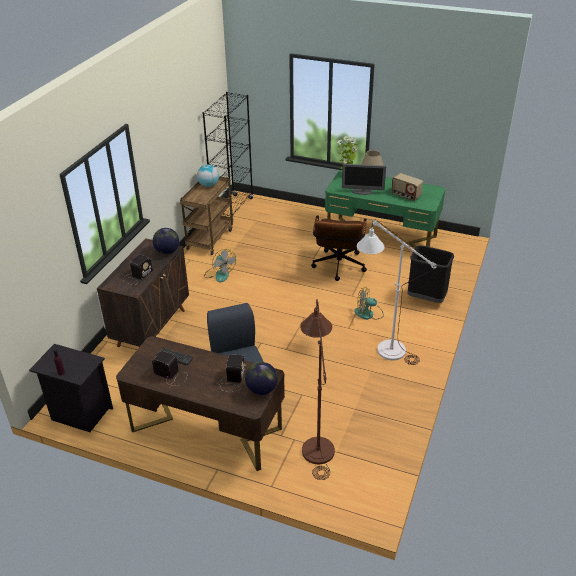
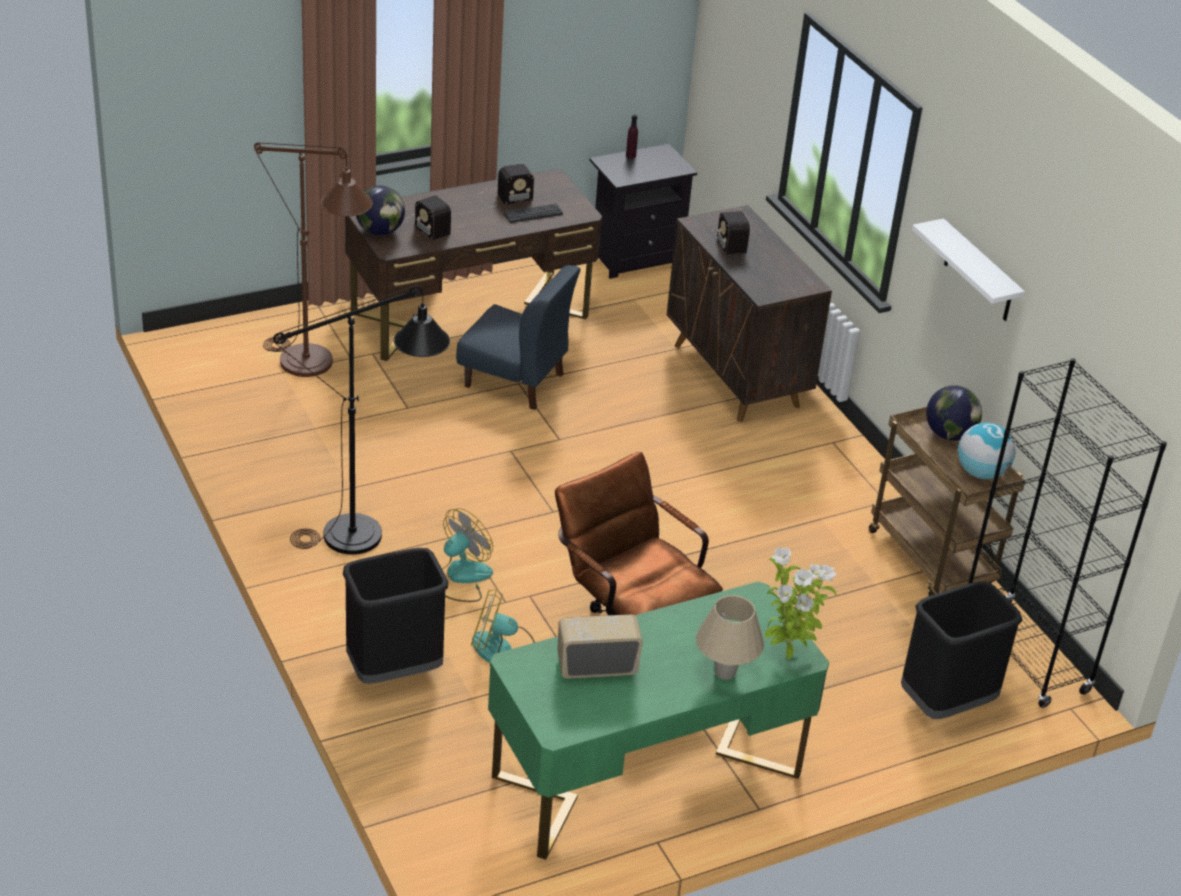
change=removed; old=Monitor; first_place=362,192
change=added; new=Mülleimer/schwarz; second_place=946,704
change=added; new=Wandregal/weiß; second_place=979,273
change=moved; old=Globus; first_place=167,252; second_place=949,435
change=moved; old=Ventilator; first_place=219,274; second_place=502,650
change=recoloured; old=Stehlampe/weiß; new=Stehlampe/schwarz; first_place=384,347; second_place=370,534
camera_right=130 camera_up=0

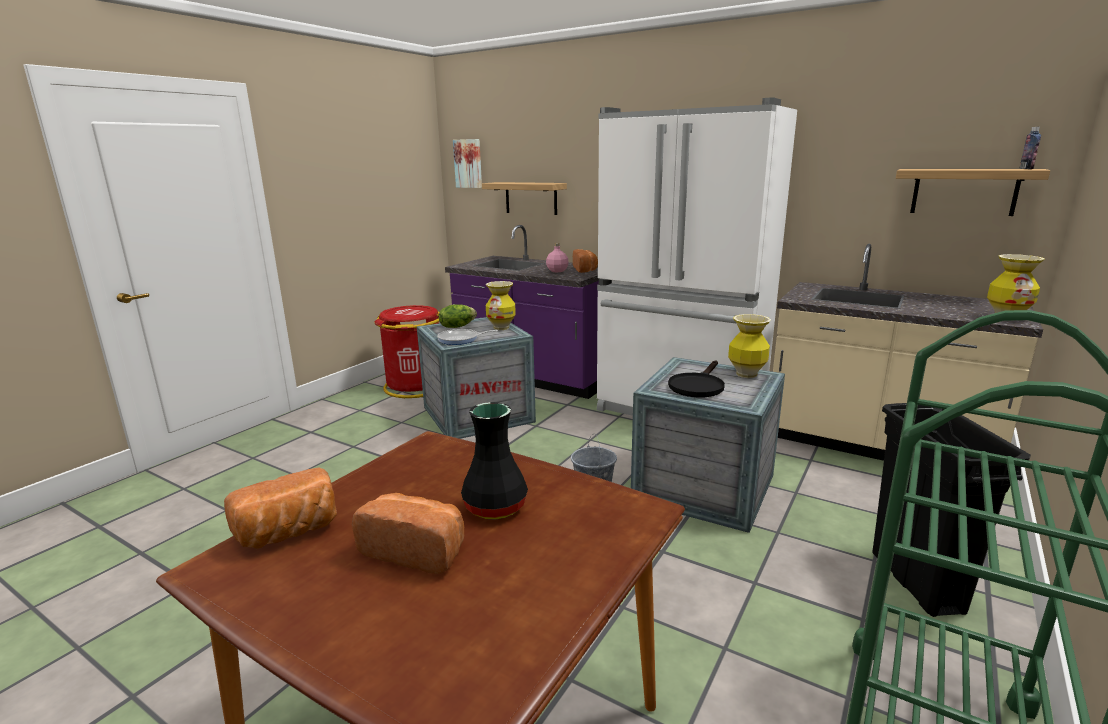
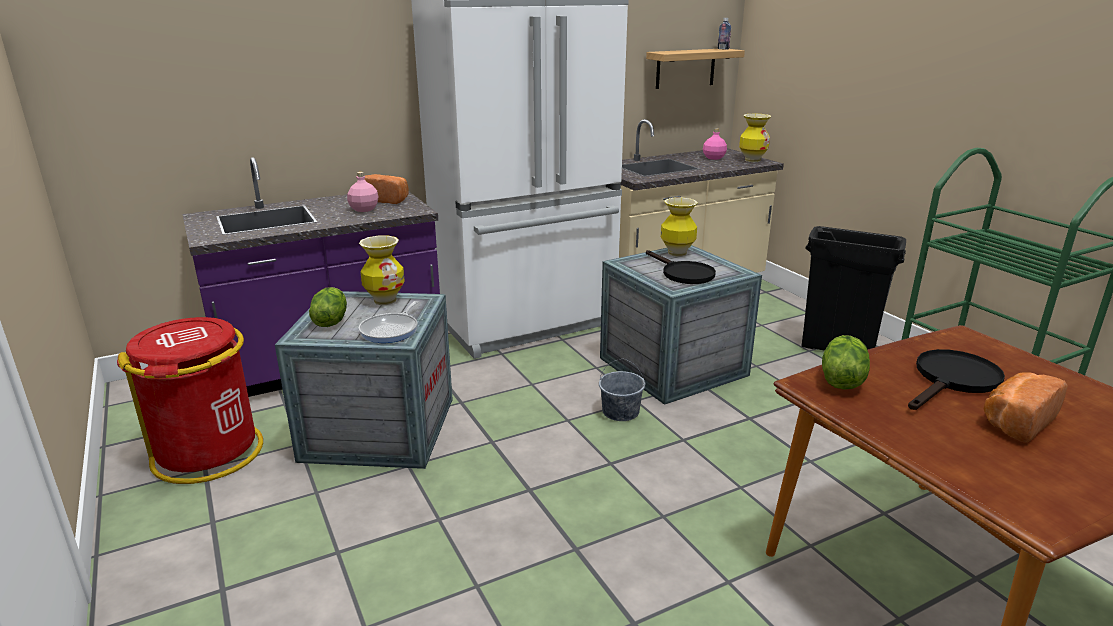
change=removed; old=Brot; first_place=289,533
change=removed; old=Bild; first_place=468,163
change=removed; old=Wandregal; first_place=531,198
change=added; new=Flasche/rosa; second_place=713,158
change=added; new=Salatkopf; second_place=840,380
change=replaced; old=Vase/schwarz; new=Pfanne/schwarz; first_place=496,508; second_place=953,381
camera_right=-60 camera_up=5

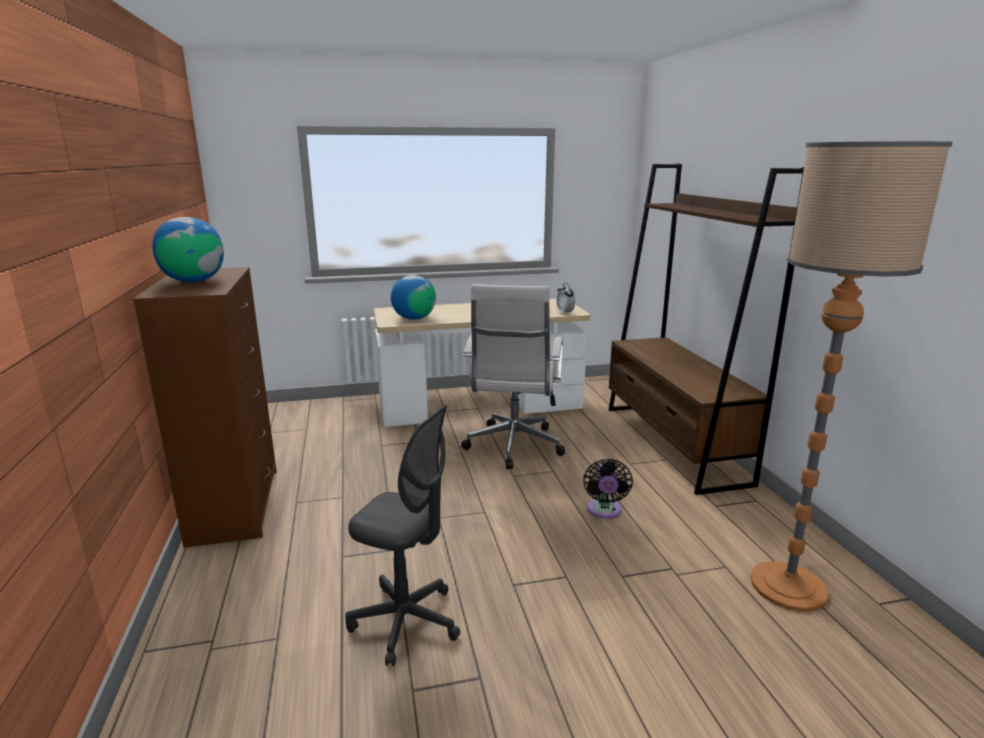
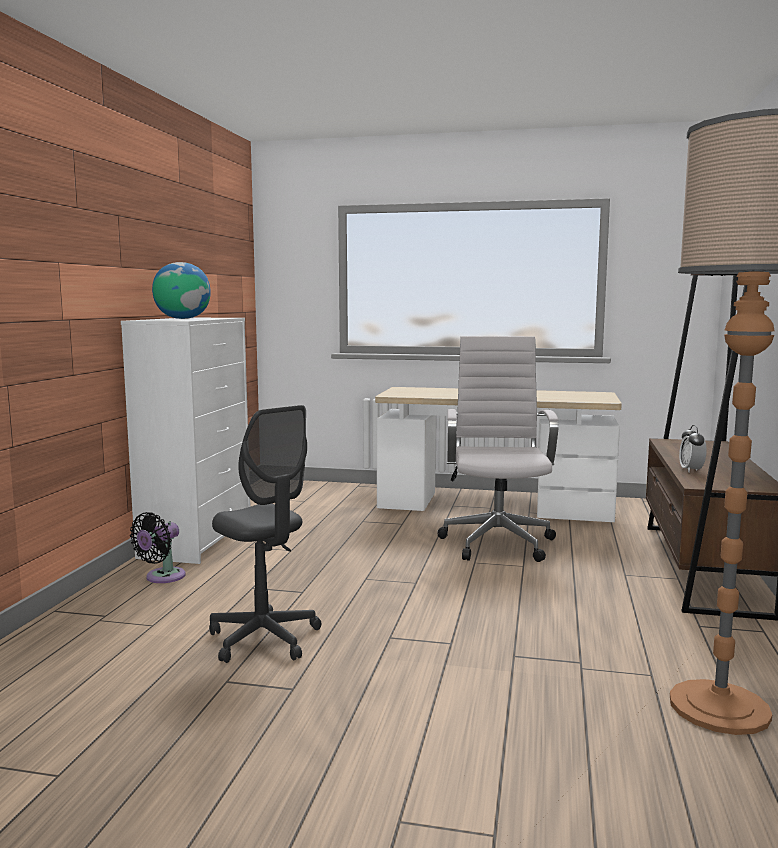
change=removed; old=Globus; first_place=414,318
change=moved; old=Wecker; first_place=565,313; second_place=691,470
change=moved; old=Ventilator/schwarz; first_place=604,511; second_place=162,577
change=recoloured; old=Kommode/braun; new=Kommode/weiß; first_place=235,505; second_place=197,540
change=turned; old=Bürostuhl/weiß; first_place=513,447; second_place=497,542; degrees=150
camera_right=25 camera_up=-10

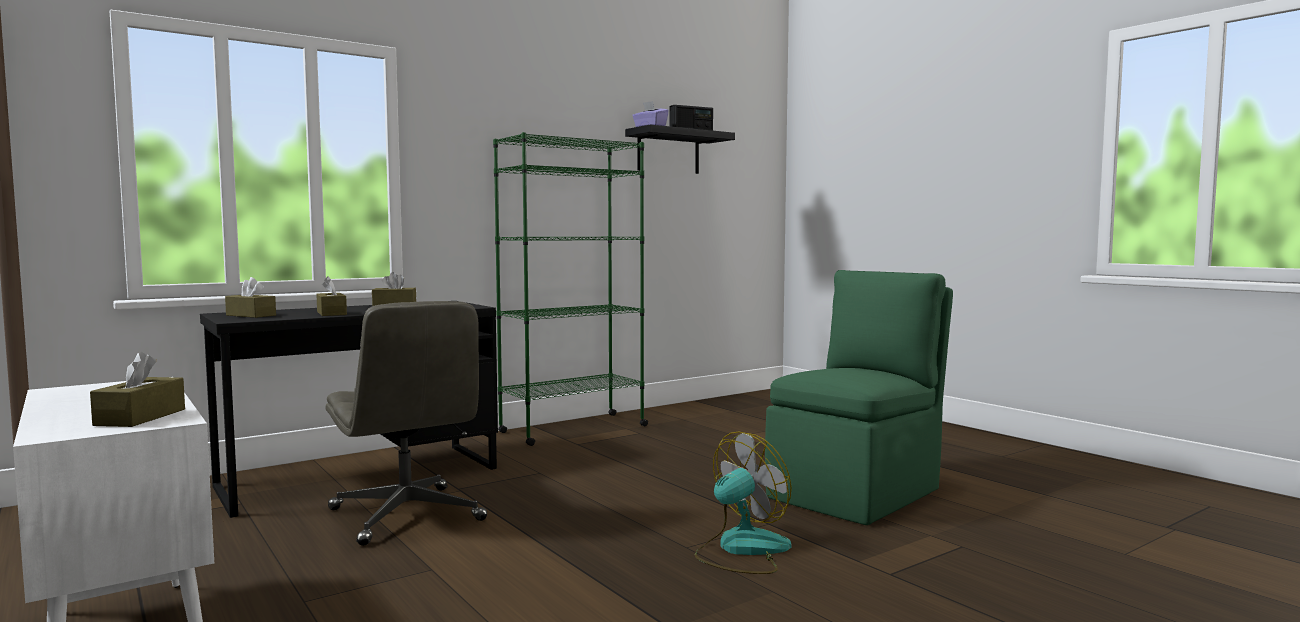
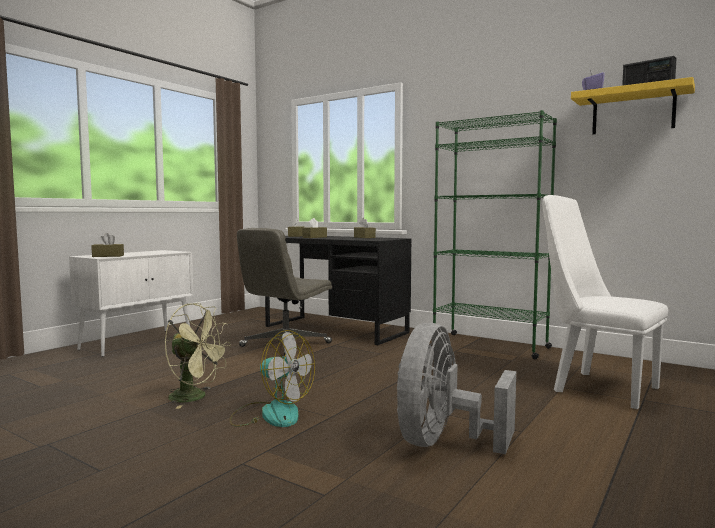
change=added; new=Ventilator/grün; second_place=195,397
change=added; new=Stuhl/weiß; second_place=596,387
change=replaced; old=Stuhl/grün; new=Ventilator/grau; first_place=857,493; second_place=443,442
change=recoloured; old=Wandregal/schwarz; new=Wandregal/gelb; first_place=668,152; second_place=633,112
camera_right=70 camera_up=0

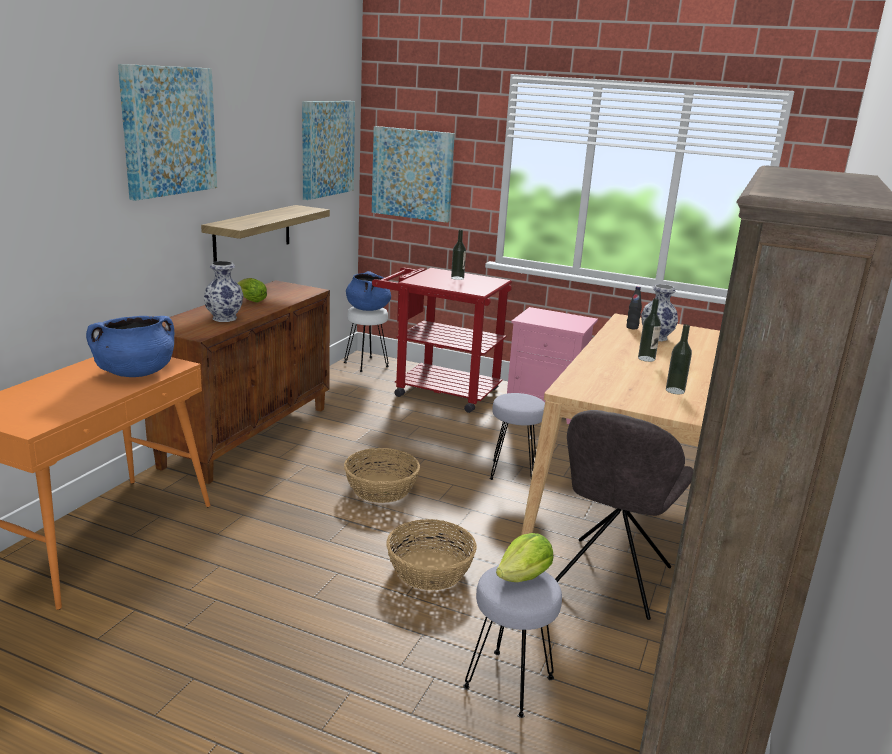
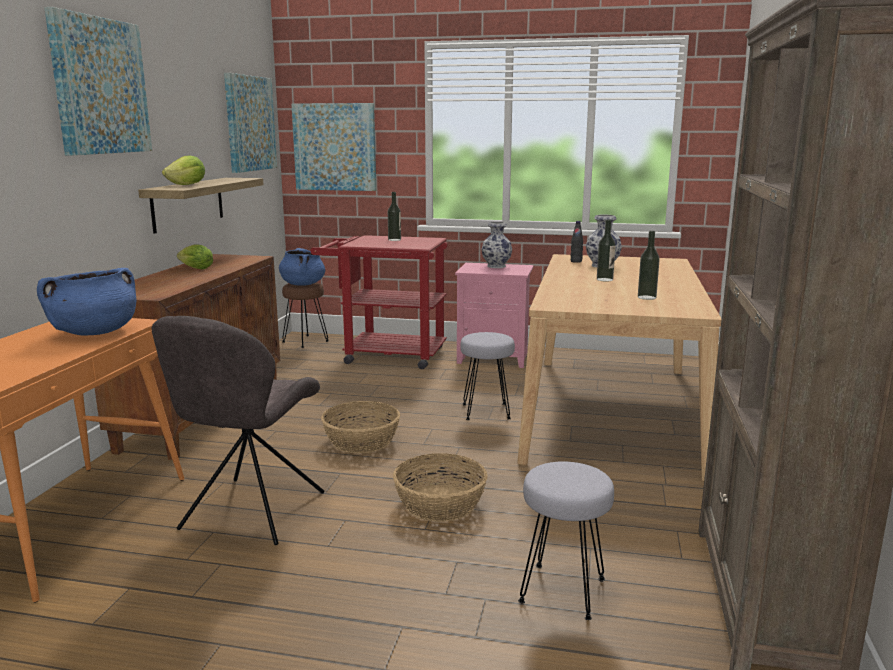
change=moved; old=Vase; first_place=225,318; second_place=496,266
change=moved; old=Salatkopf; first_place=524,577; second_place=187,185
change=moved; old=Stuhl/grau; first_place=609,580; second_place=250,513
change=recoloured; old=Hocker/weiß; new=Hocker/braun; first_place=366,364; second_place=306,341
camera_right=-10 camera_up=-5

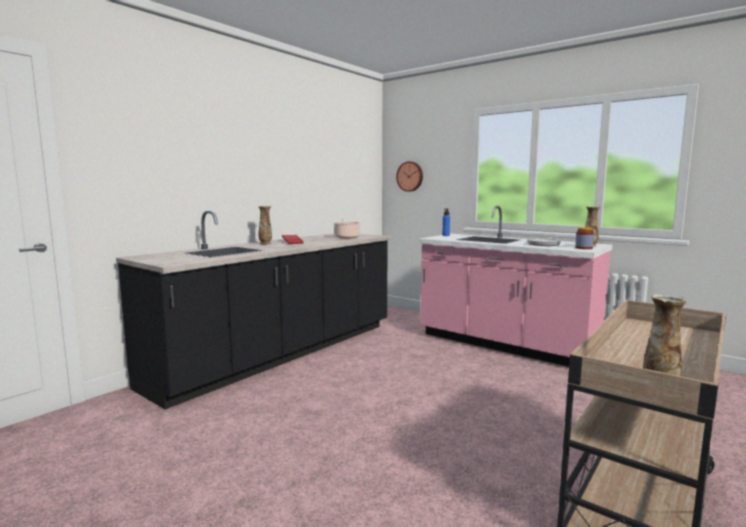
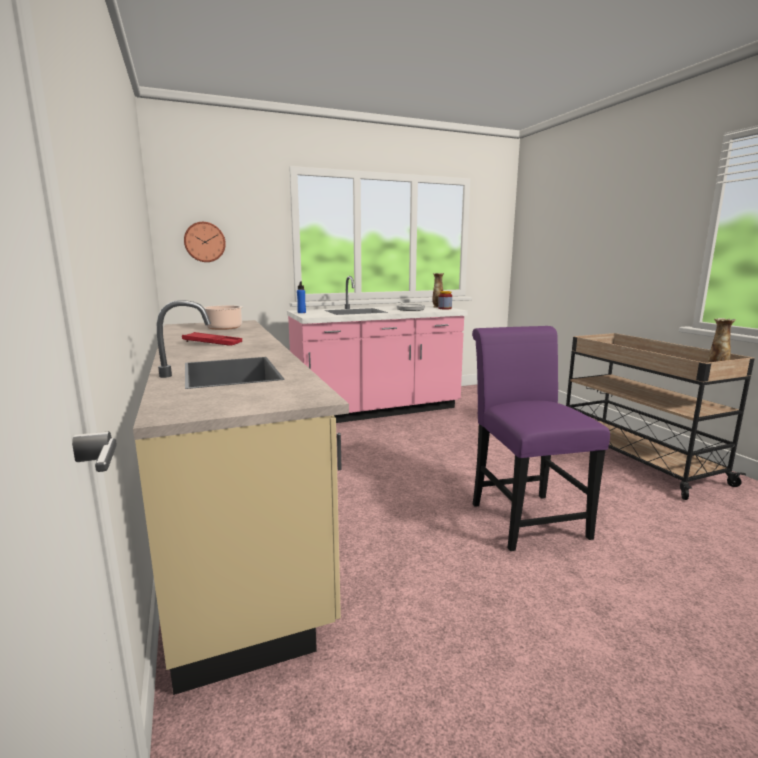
change=removed; old=Vase; first_place=265,243
change=added; new=Stuhl/lila; second_place=524,516
change=recoloured; old=Küchenzeile/schwarz; new=Küchenzeile/beige; first_place=282,353; second_place=236,511
camera_right=-60 camera_up=5

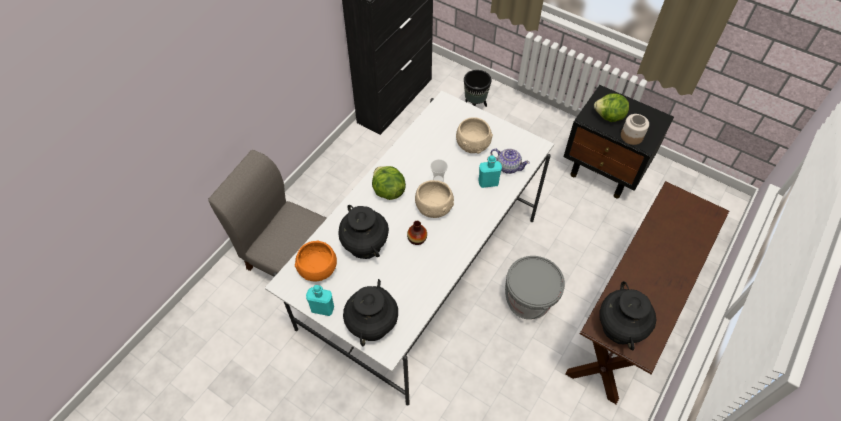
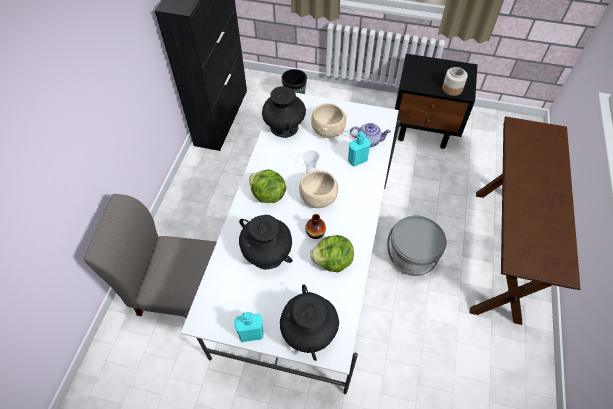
change=removed; old=Schüssel/orange; first_place=318,269
change=moved; old=Salatkopf; first_place=609,117; second_place=333,262
change=moved; old=Vase/schwarz; first_place=620,327; second_place=284,127
camera_right=-20 camera_up=0

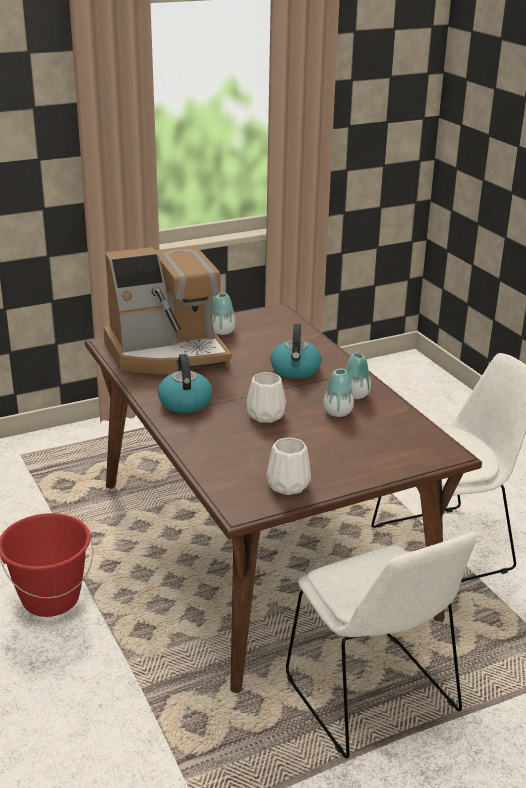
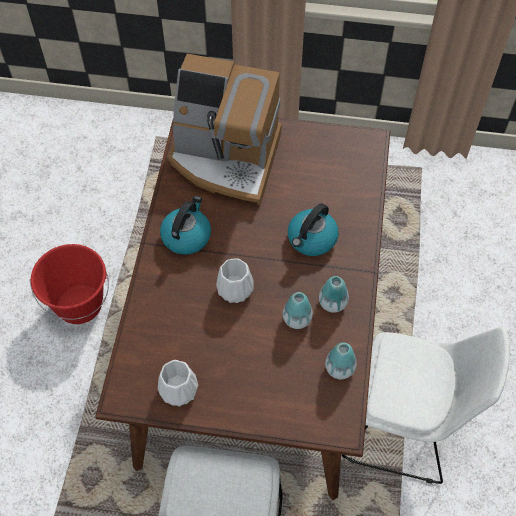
change=moved; old=Vase; first_place=222,331; second_place=339,368
camera_right=35 camera_up=30

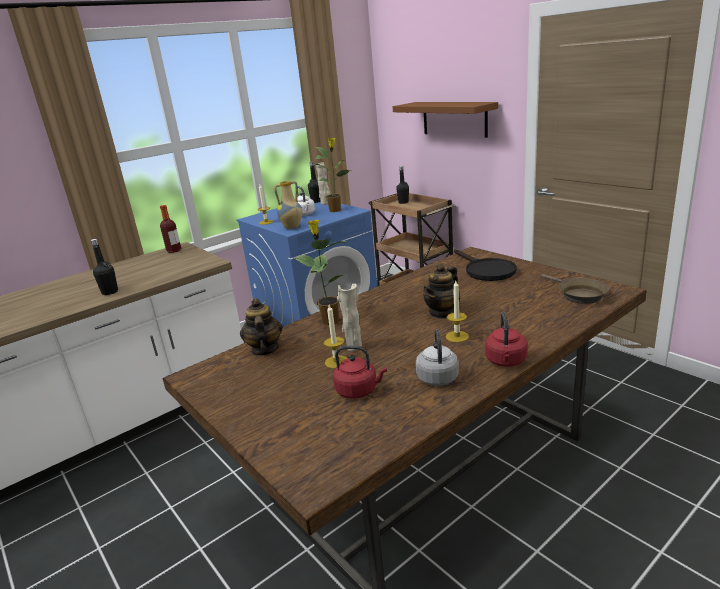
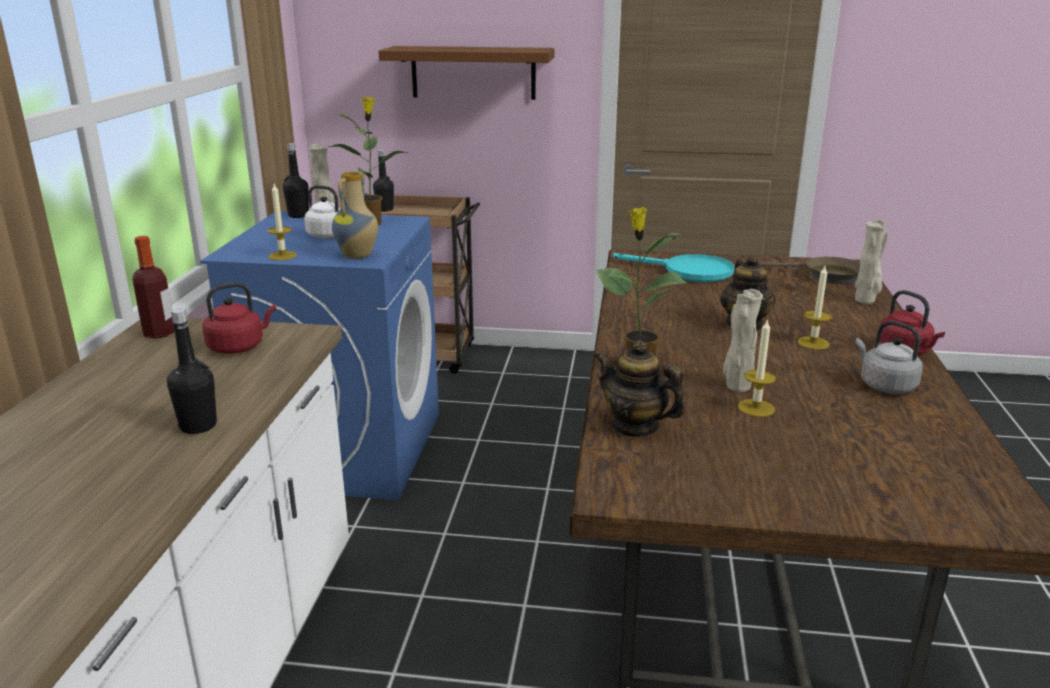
change=added; new=Vase/beige; second_place=865,301
change=moved; old=Wasserkessel/rot; first_place=359,391; second_place=239,347
change=recoloured; old=Pfanne/schwarz; new=Pfanne/türkis; first_place=485,270; second_place=688,271
camera_right=-45 camera_up=0

